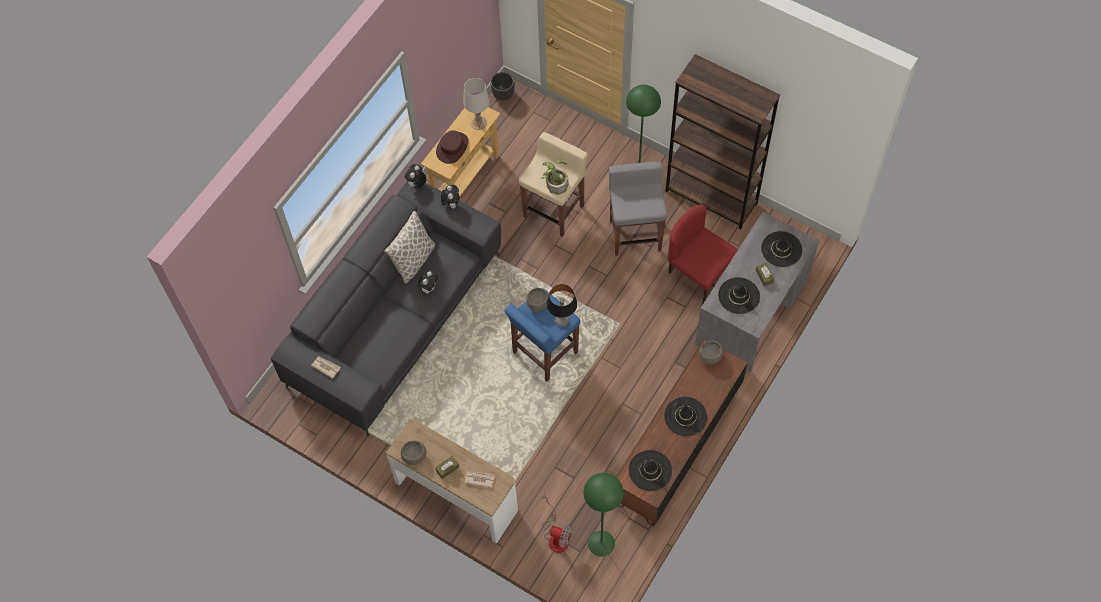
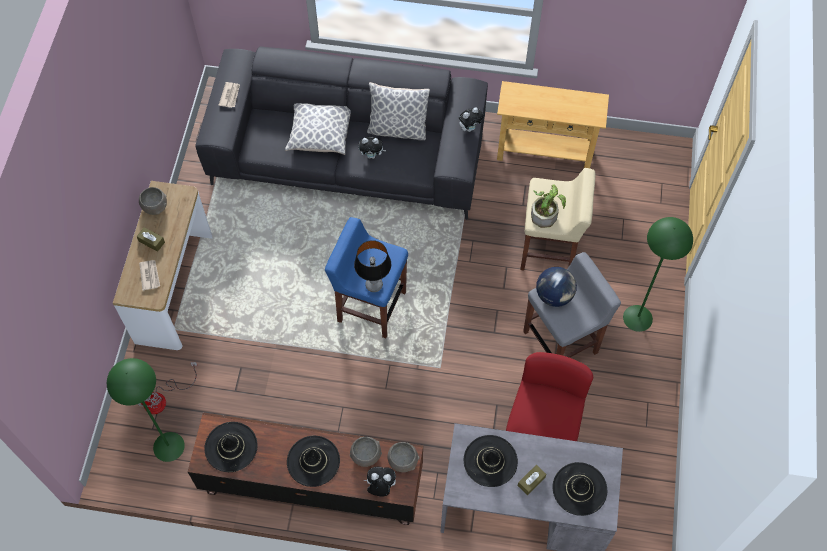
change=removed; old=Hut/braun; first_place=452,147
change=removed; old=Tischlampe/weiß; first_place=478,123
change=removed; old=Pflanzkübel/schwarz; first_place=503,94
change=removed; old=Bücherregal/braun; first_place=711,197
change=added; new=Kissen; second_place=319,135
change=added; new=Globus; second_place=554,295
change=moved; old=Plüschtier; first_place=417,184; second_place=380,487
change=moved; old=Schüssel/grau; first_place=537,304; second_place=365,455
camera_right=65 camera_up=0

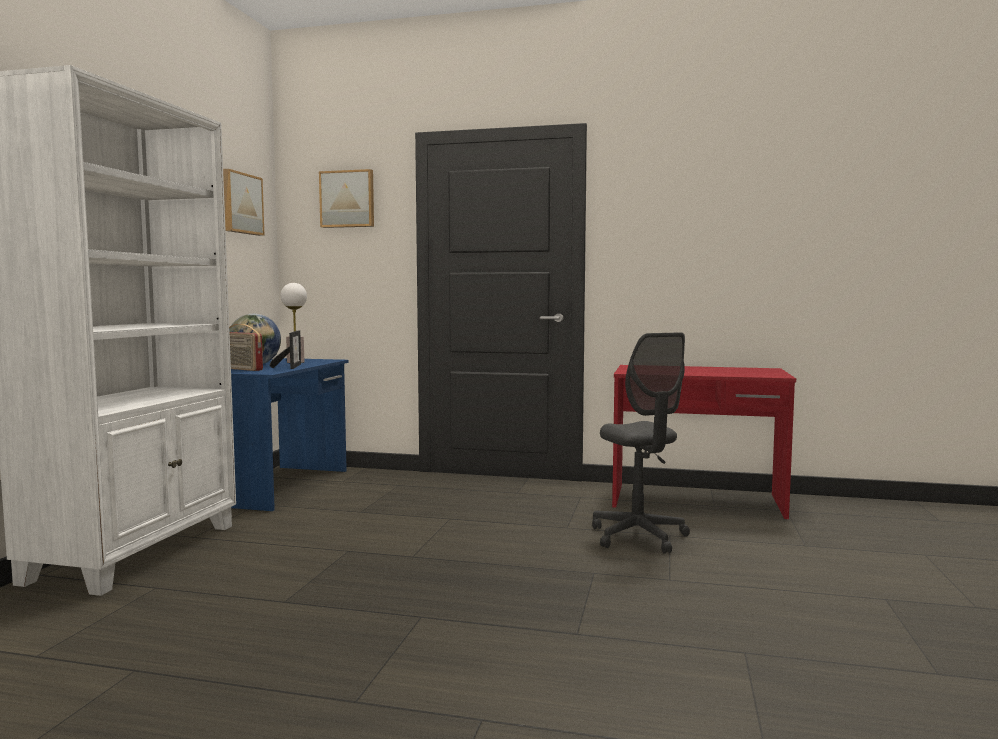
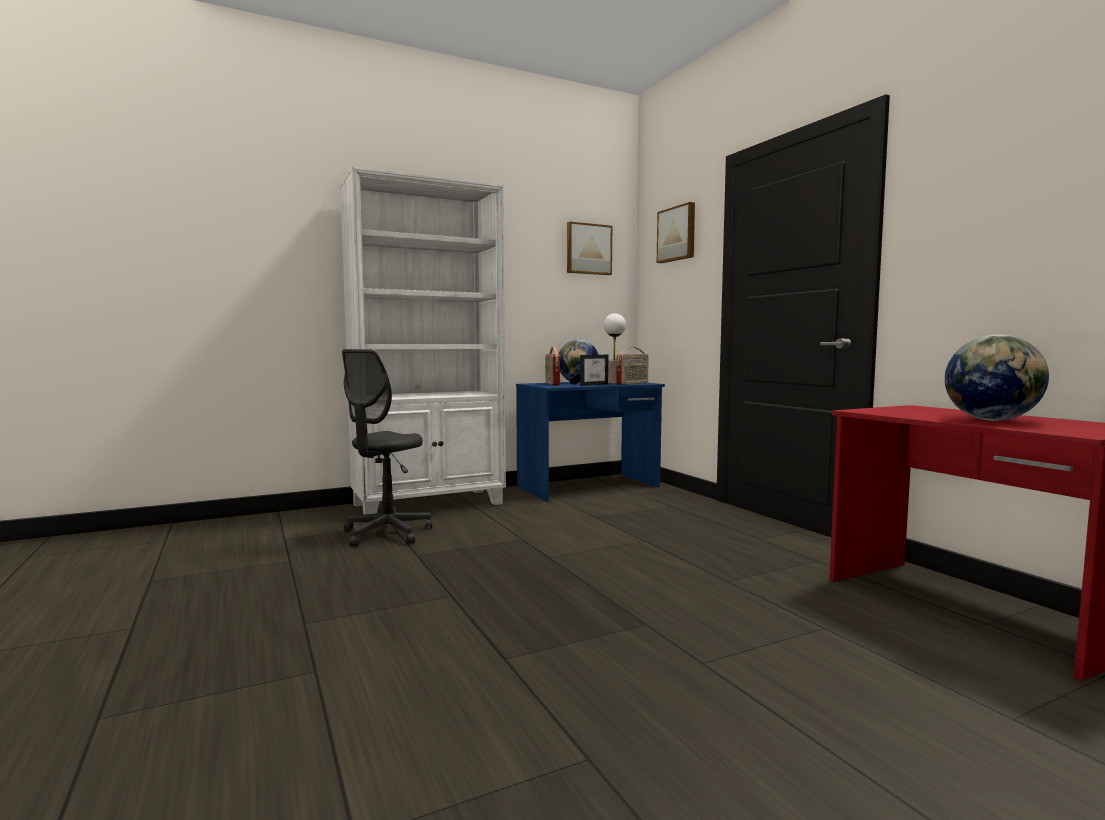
change=added; new=Radio; second_place=632,383
change=added; new=Globus; second_place=992,420
change=moved; old=Bürostuhl/grau; first_place=638,537; second_place=387,534
camera_right=50 camera_up=0

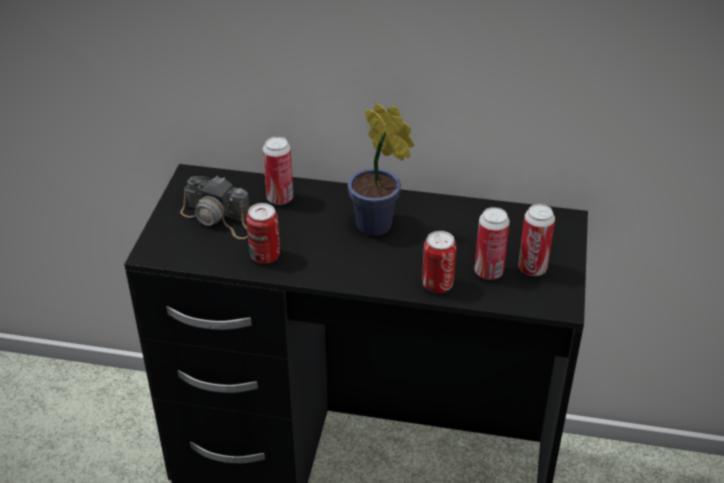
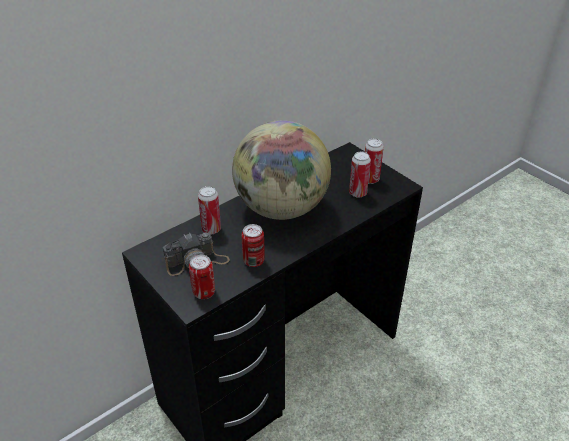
change=moved; old=Dose; first_place=437,285; second_place=204,292
change=replaced; old=Topfpflanze; new=Globus; first_place=378,227; second_place=281,208
camera_right=-50 camera_up=0

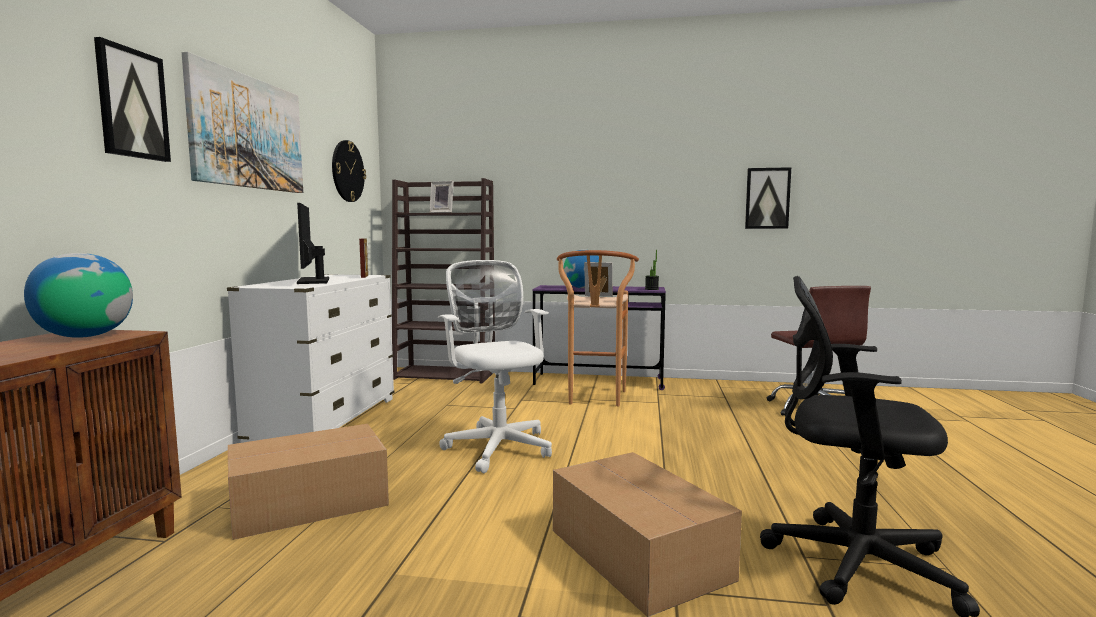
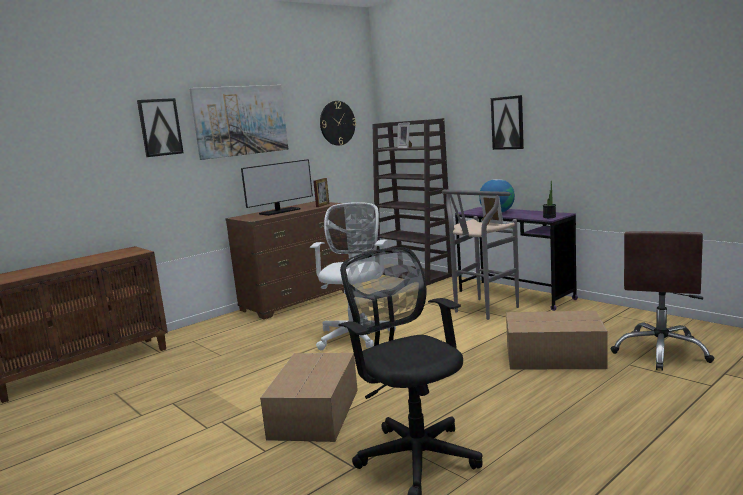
change=removed; old=Globus; first_place=84,336
change=moved; old=Karton; first_place=306,502; second_place=552,356
change=moved; old=Bild; first_place=767,198; second_place=507,123
change=recoloured; old=Kommode/weiß; new=Kommode/braun; first_place=326,421; second_place=297,301
change=recoloured; old=Hocker/braun; new=Hocker/grau; first_place=595,399; second_place=481,311
change=turned; old=Monitor; first_place=313,281; second_place=280,211; degrees=-150
camera_right=40 camera_up=5

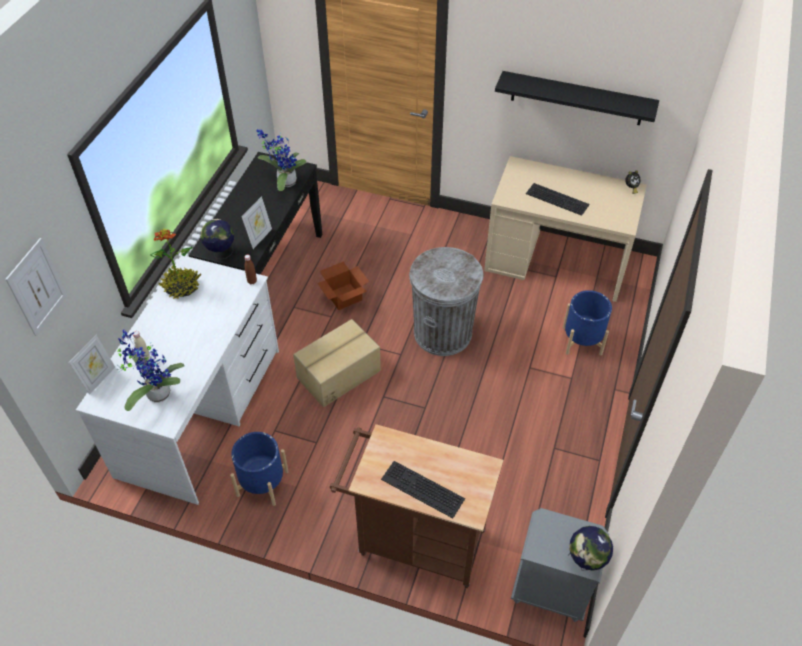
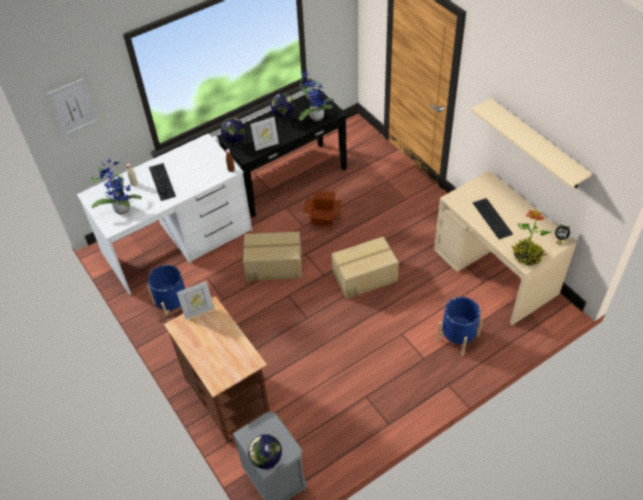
change=added; new=Globus; second_place=283,119
change=moved; old=Bilderrahmen; first_place=99,379; second_place=199,311
change=moved; old=Topfpflanze; first_place=181,287; second_place=527,256
change=moved; old=Tastatur; first_place=421,490; second_place=161,181
change=replaced; old=Mülleimer/grau; new=Karton; first_place=442,333; second_place=364,276
change=recoloured; old=Wandregal/schwarz; new=Wandregal/beige; first_place=577,98; second_place=536,144
camera_right=40 camera_up=0

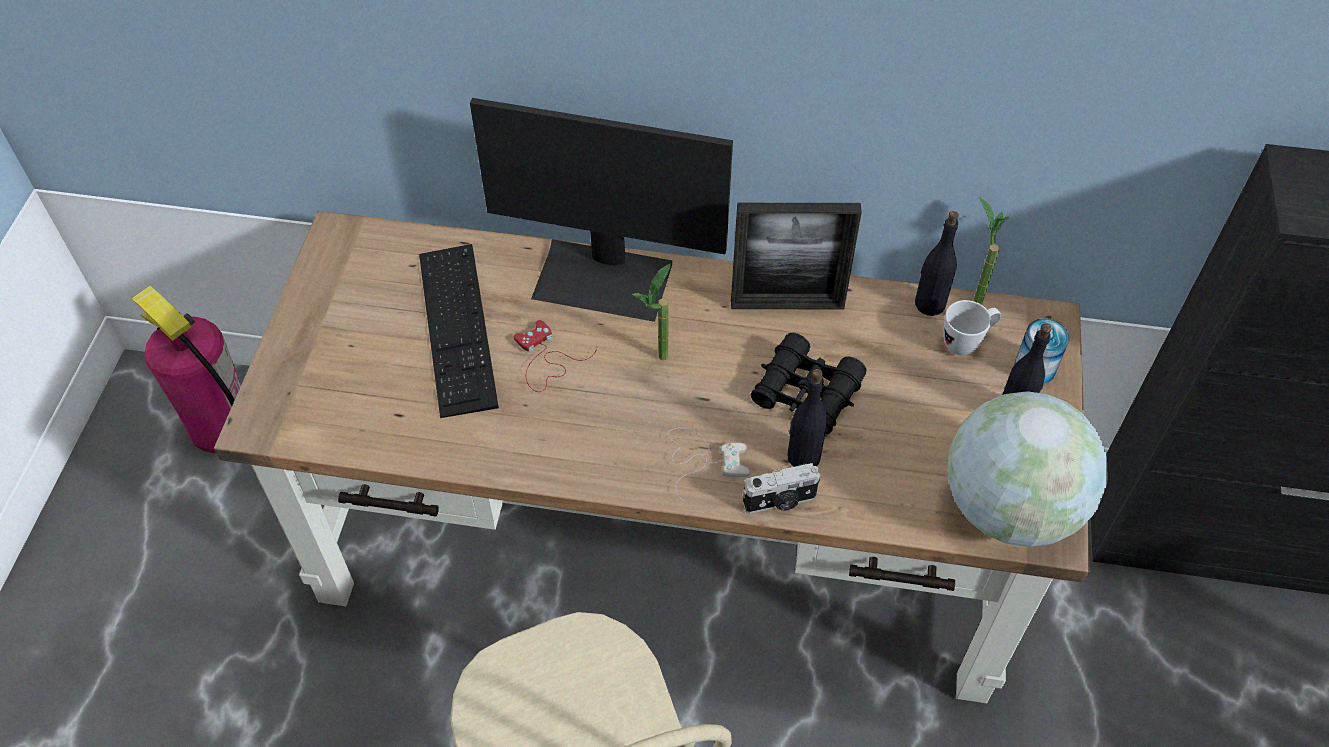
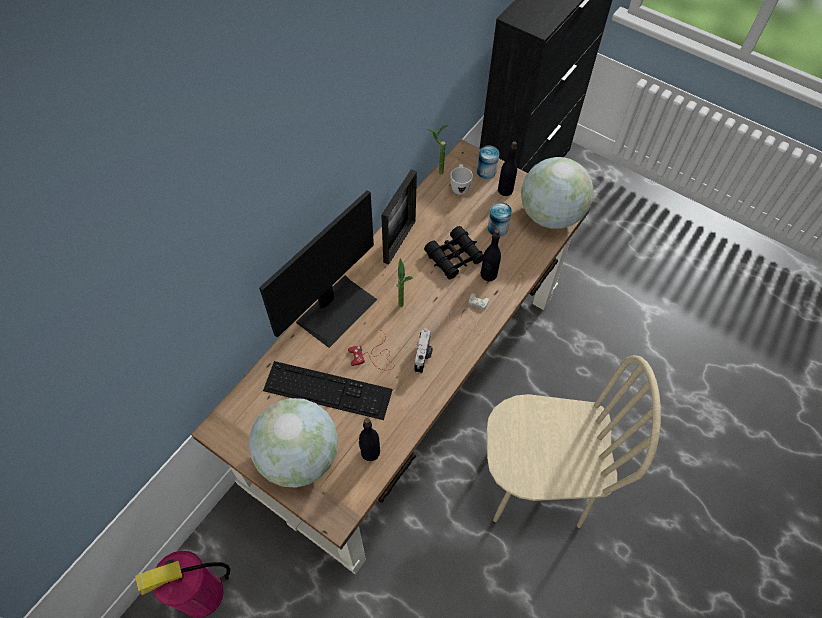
change=added; new=Globus; second_place=299,457
change=added; new=Dose; second_place=497,228
change=moved; old=Kamera; first_place=780,502; second_place=423,356
change=moved; old=Flasche/schwarz; first_place=929,304; second_place=370,452
camera_right=-65 camera_up=5

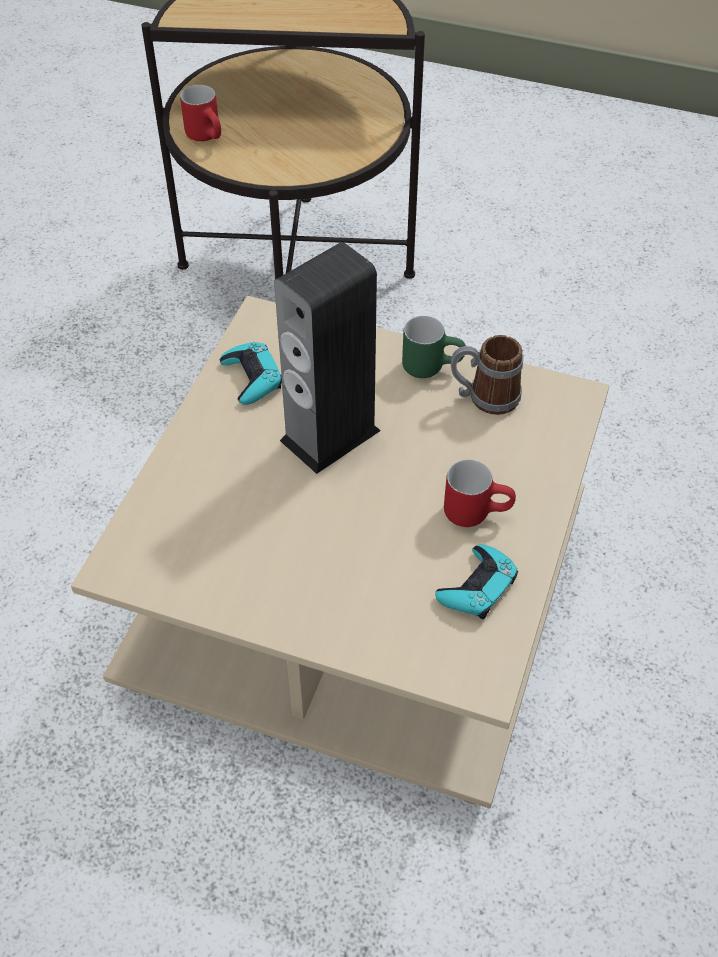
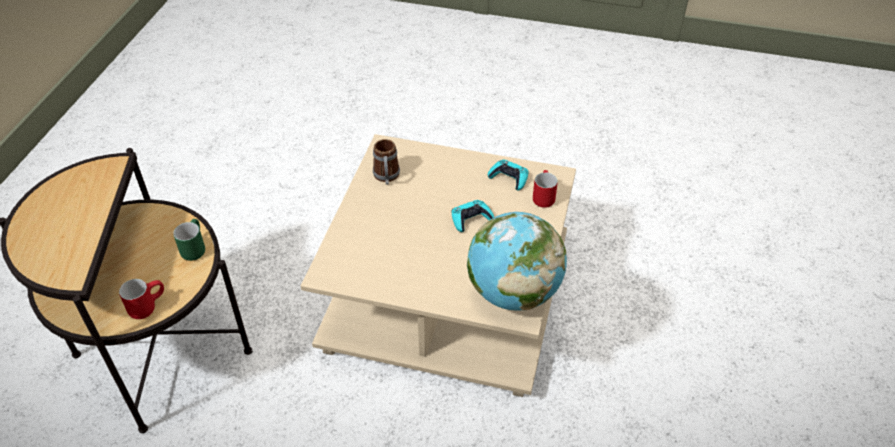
change=removed; old=Lautsprecher; first_place=330,435
change=added; new=Globus; second_place=513,292
change=moved; old=Gamepad/türkis; first_place=252,378; second_place=471,219
change=moved; old=Henkelbecher/grün; first_place=432,365; second_place=193,248
change=moved; old=Henkelbecher/rot; first_place=476,511; second_place=542,197
camera_right=-95 camera_up=-5

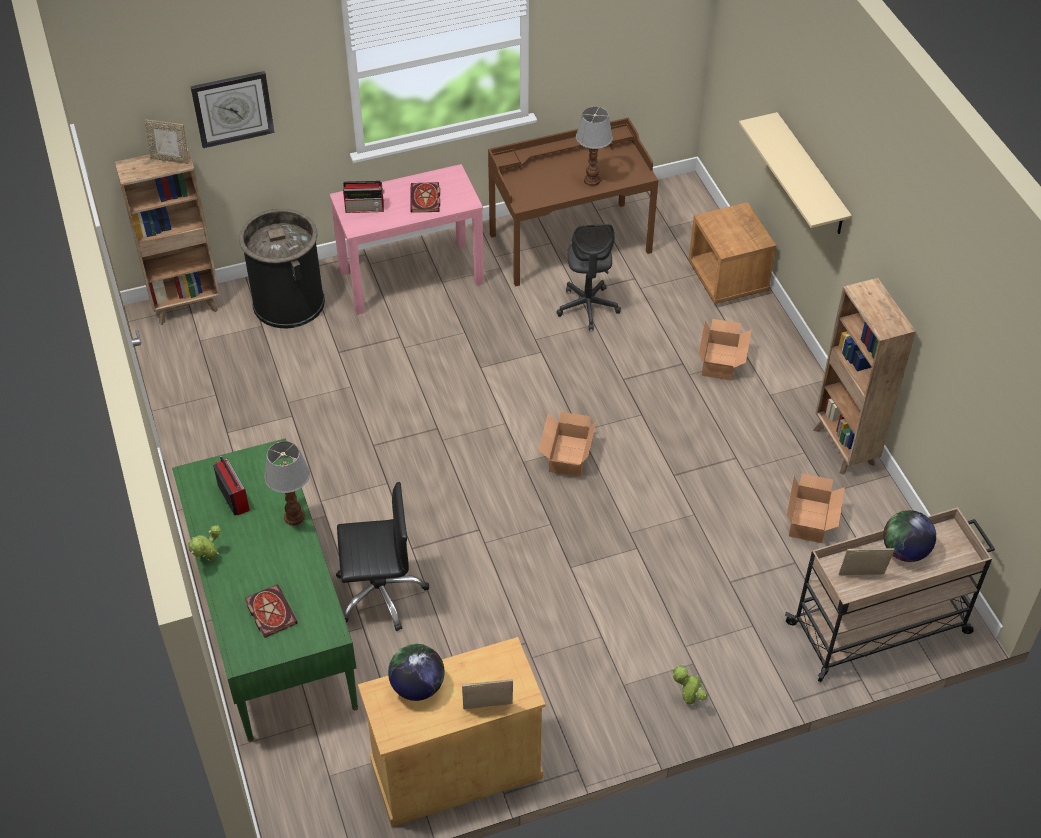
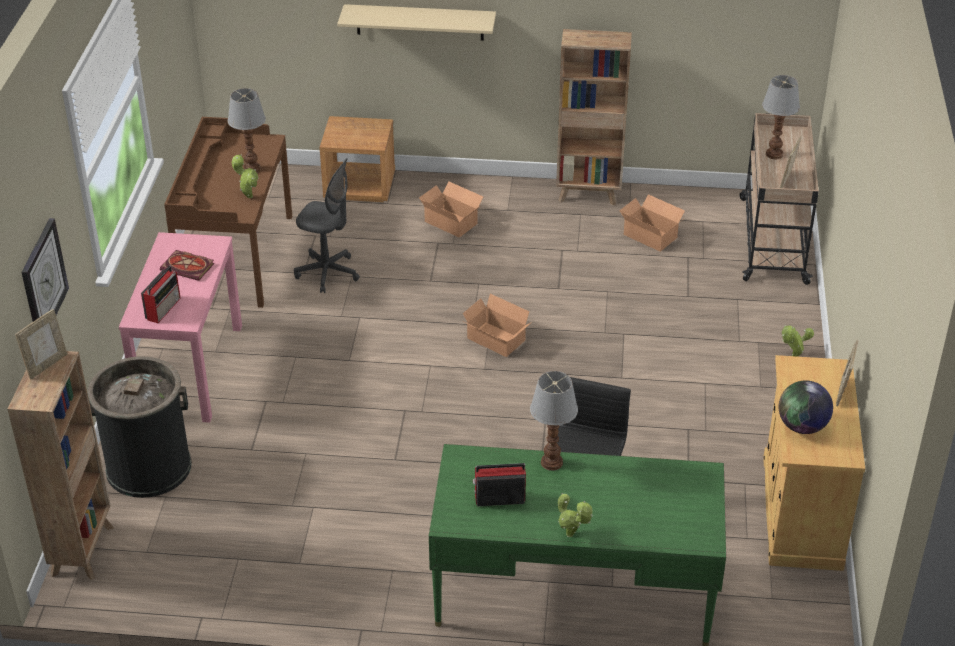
change=removed; old=Buch; first_place=269,611
change=added; new=Topfpflanze; second_place=248,196
change=replaced; old=Globus; new=Tischlampe; first_place=904,551; second_place=774,155
camera_right=-65 camera_up=-10

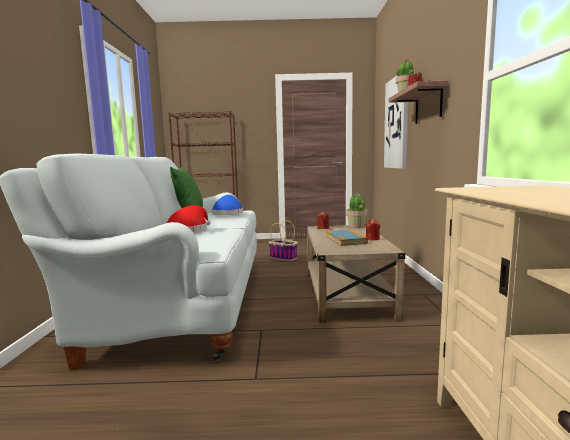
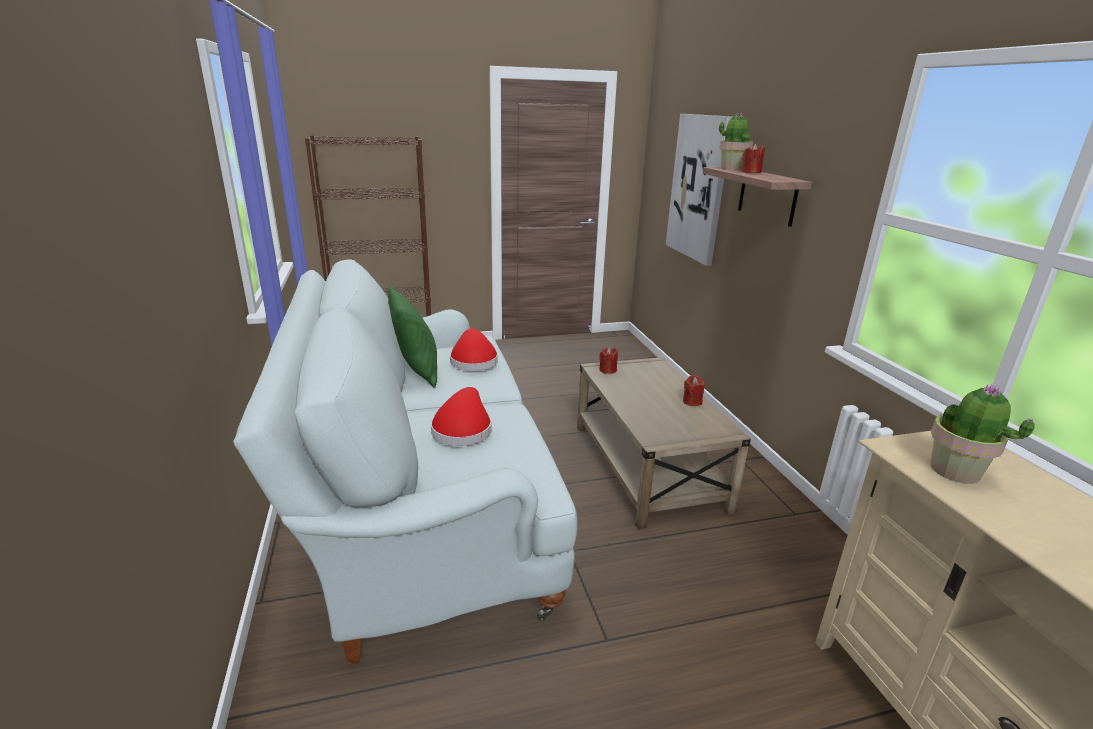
change=removed; old=Korb; first_place=284,257
change=removed; old=Buch; first_place=346,240
change=moved; old=Topfpflanze; first_place=356,226; second_place=955,471
change=recoloured; old=Hut/blau; new=Hut/rot; first_place=228,214; second_place=473,360
camera_right=-15 camera_up=15

